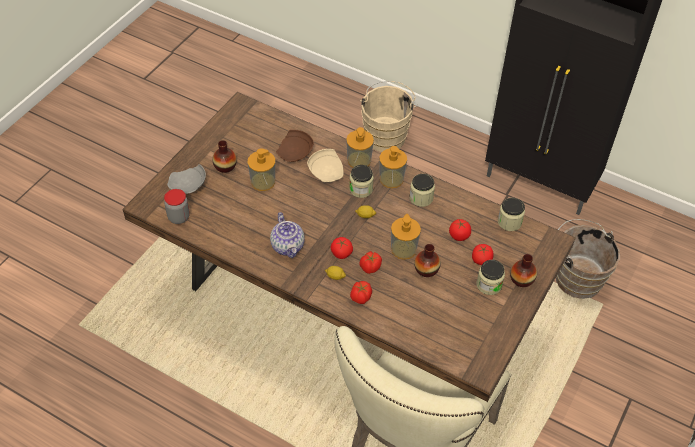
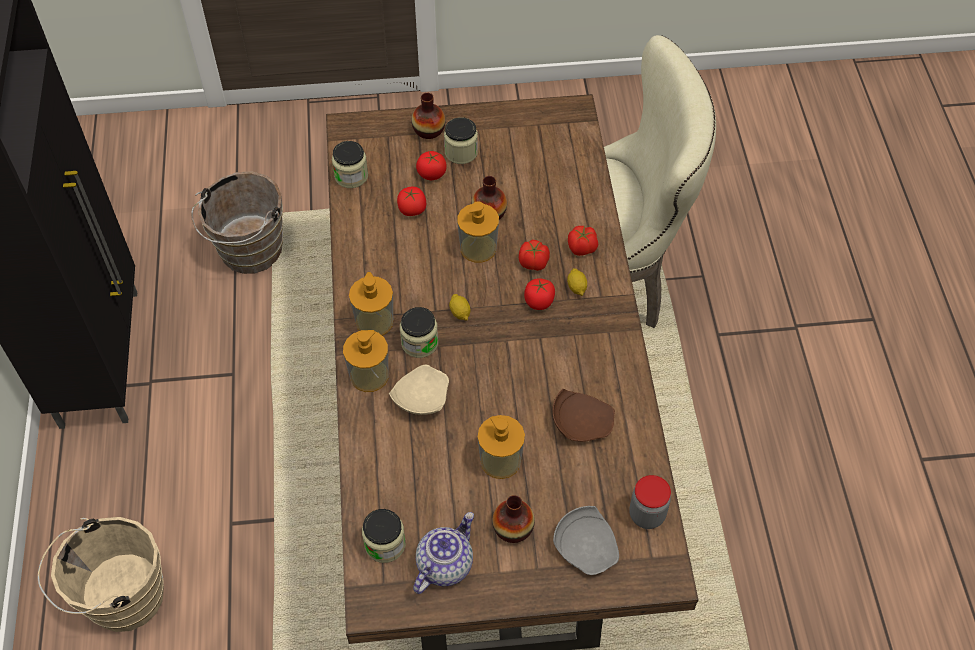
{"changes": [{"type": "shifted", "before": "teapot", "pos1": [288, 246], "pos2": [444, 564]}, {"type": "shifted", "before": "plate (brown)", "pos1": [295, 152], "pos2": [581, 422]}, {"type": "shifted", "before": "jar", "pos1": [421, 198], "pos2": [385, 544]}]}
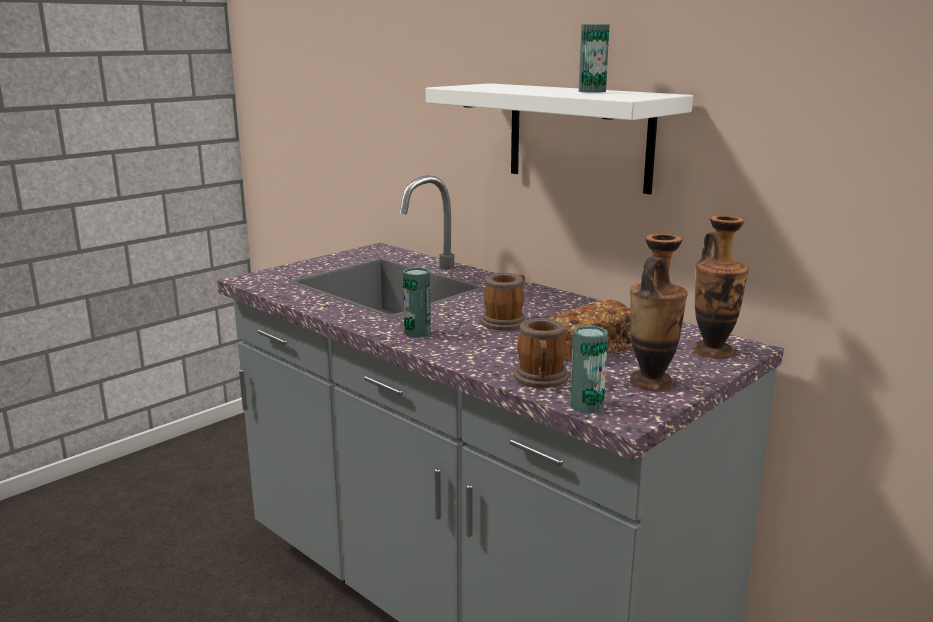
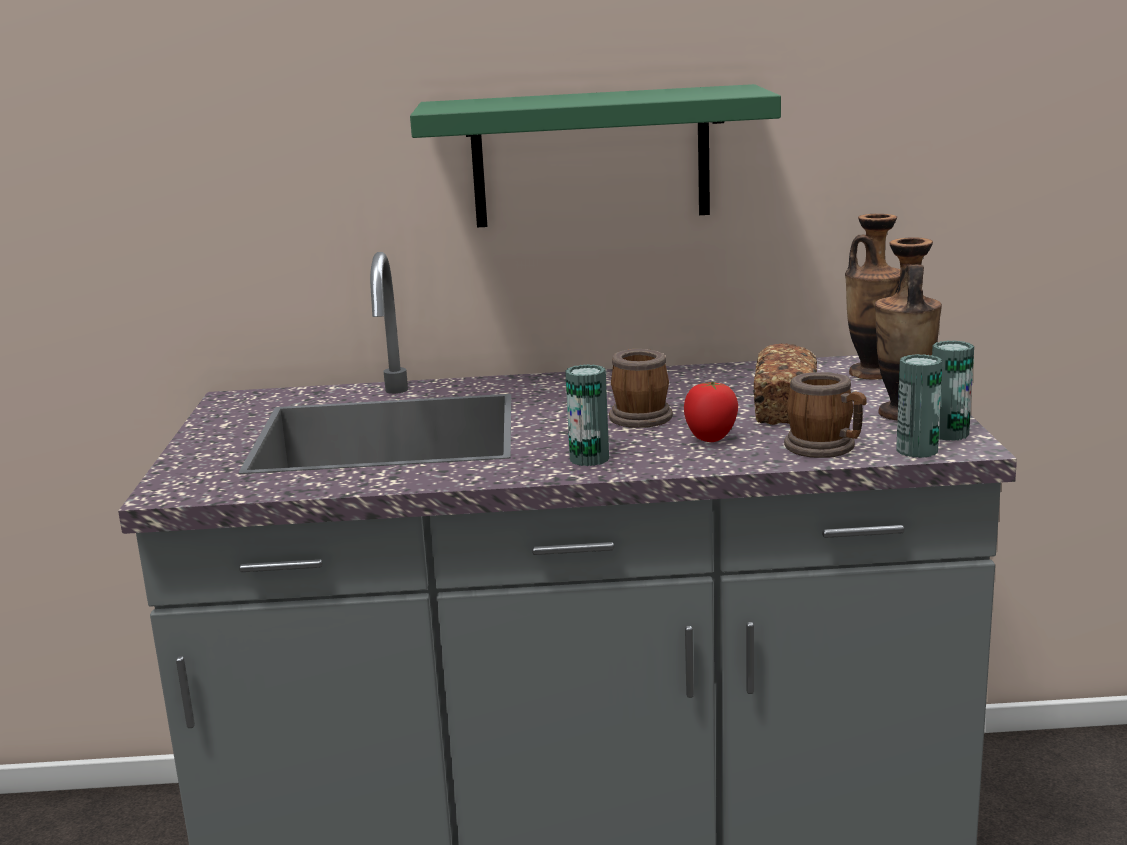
{"changes": [{"type": "new", "after": "tomato", "pos2": [710, 439]}, {"type": "shifted", "before": "can", "pos1": [592, 91], "pos2": [948, 434]}, {"type": "repainted", "before": "shelf (white)", "after": "shelf (green)", "pos1": [579, 136], "pos2": [590, 157]}]}
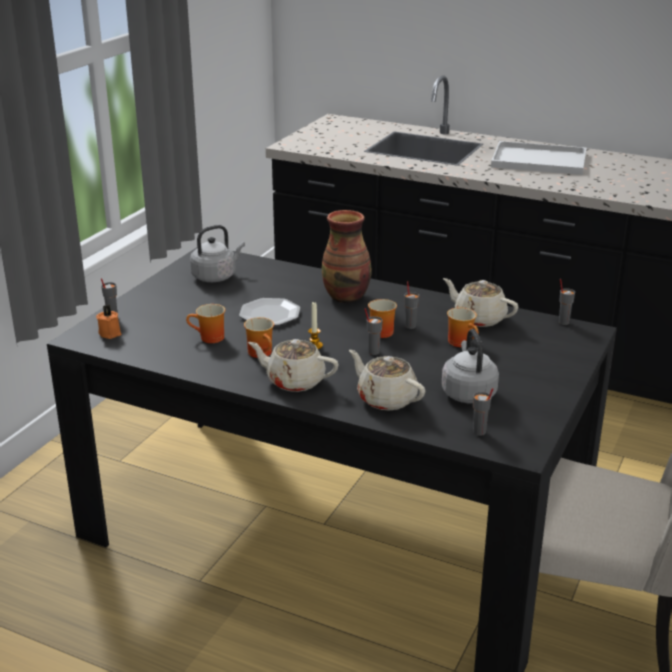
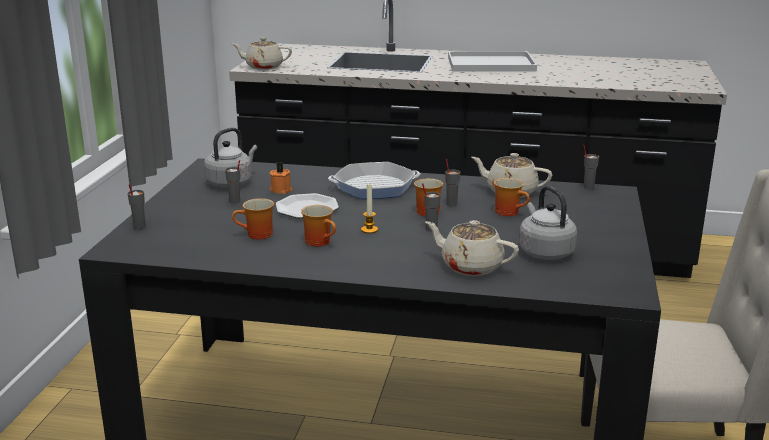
{"changes": [{"type": "shifted", "before": "candle (orange)", "pos1": [110, 333], "pos2": [281, 190]}, {"type": "shifted", "before": "teapot (beige)", "pos1": [294, 381], "pos2": [263, 67]}, {"type": "shifted", "before": "cup (grey)", "pos1": [479, 432], "pos2": [235, 201]}, {"type": "swapped", "before": "vase", "after": "frying pan", "pos1": [347, 297], "pos2": [374, 187]}]}
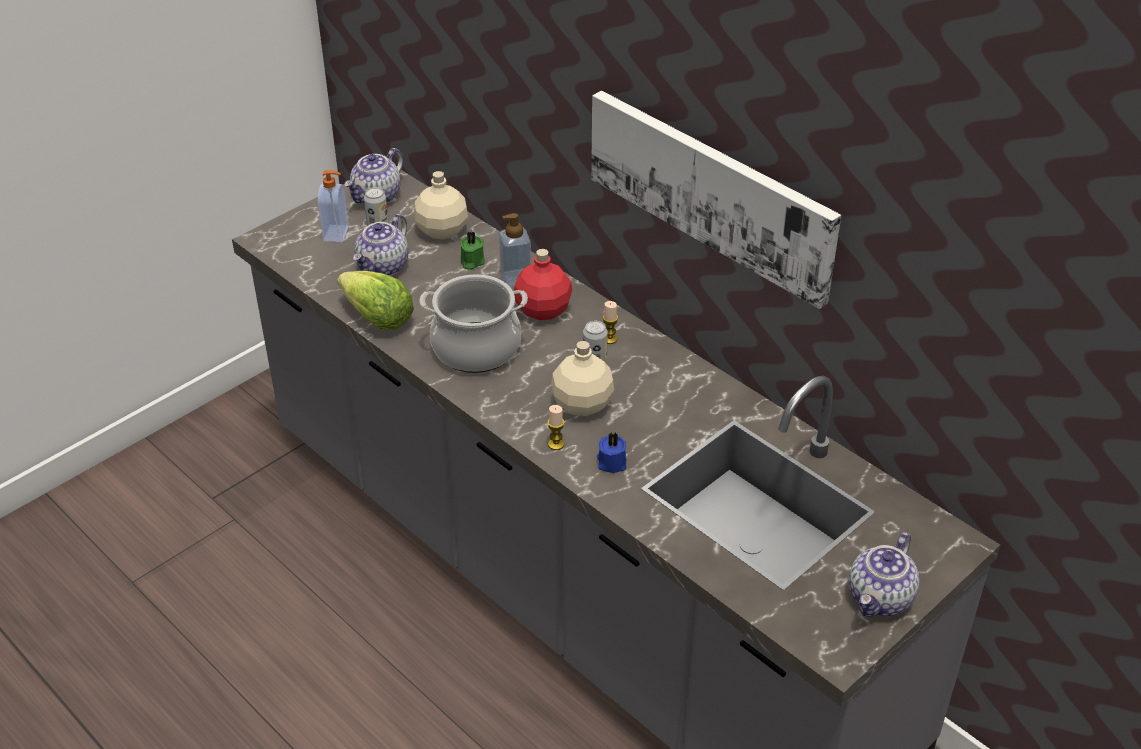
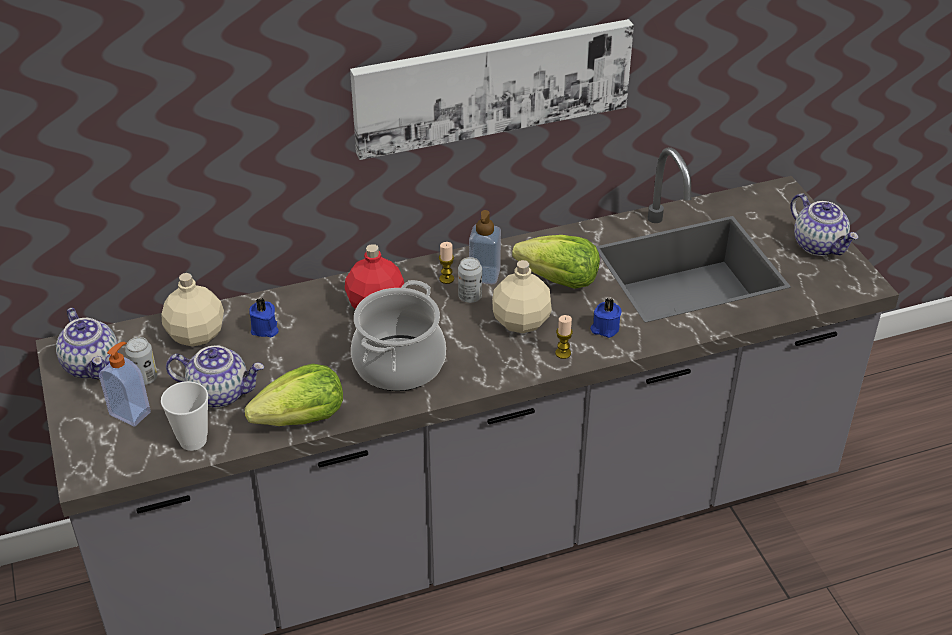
{"changes": [{"type": "new", "after": "cup", "pos2": [193, 440]}, {"type": "new", "after": "lettuce", "pos2": [559, 280]}, {"type": "shifted", "before": "soap dispenser", "pos1": [515, 278], "pos2": [484, 275]}, {"type": "repainted", "before": "candle (green)", "after": "candle (blue)", "pos1": [471, 261], "pos2": [265, 329]}, {"type": "rotated", "before": "teapot", "pos1": [383, 267], "pos2": [220, 393], "turn": -45}]}
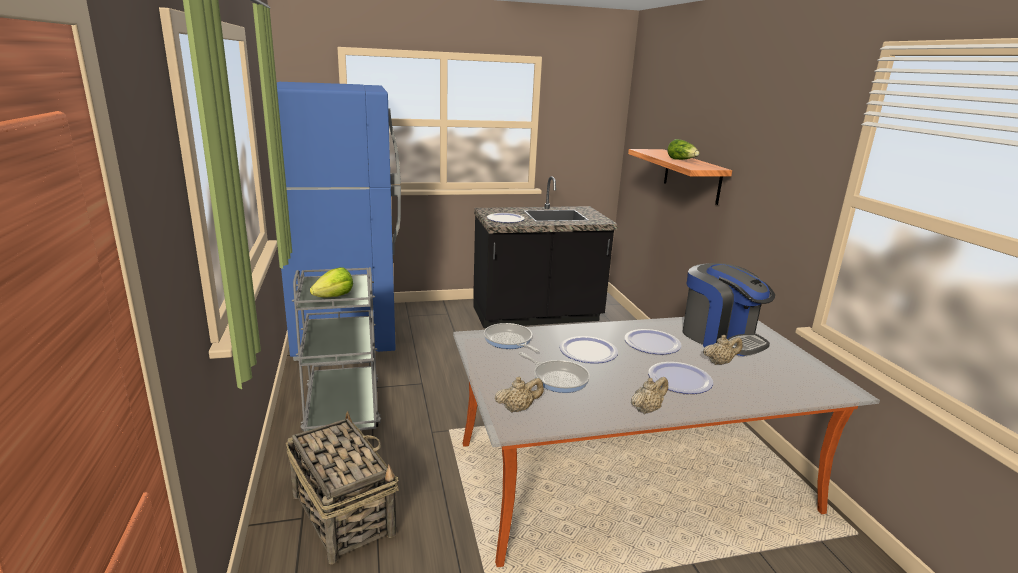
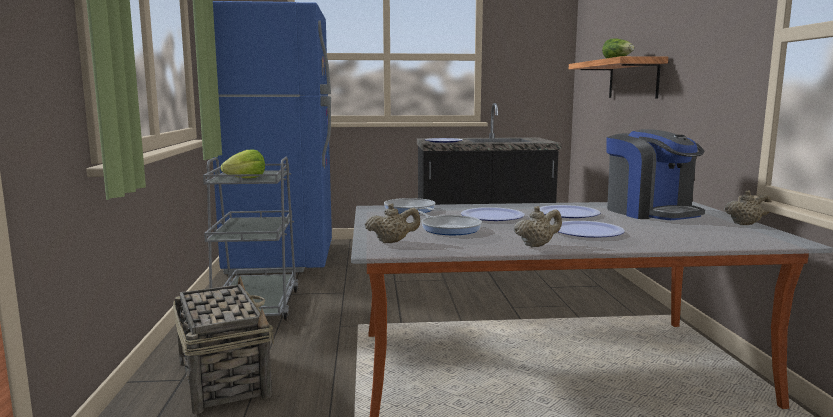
{"changes": [{"type": "shifted", "before": "teapot (beige)", "pos1": [719, 362], "pos2": [745, 224]}]}
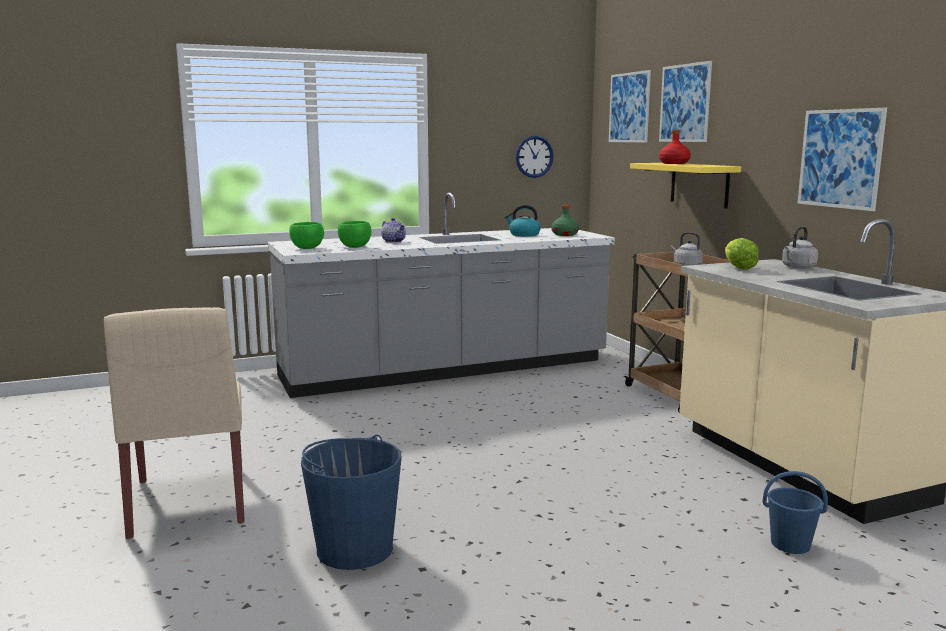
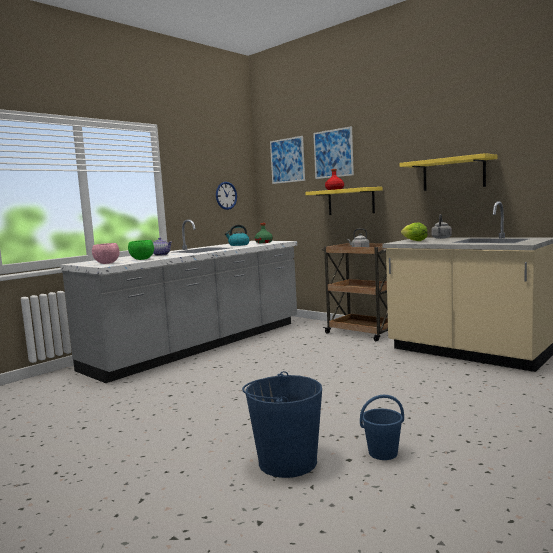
{"changes": [{"type": "gone", "before": "chair (beige)", "pos1": [189, 502]}, {"type": "shifted", "before": "bucket (blue)", "pos1": [789, 544], "pos2": [382, 453]}, {"type": "swapped", "before": "picture", "after": "shelf (yellow)", "pos1": [840, 158], "pos2": [453, 174]}, {"type": "repainted", "before": "bowl (green)", "after": "bowl (pink)", "pos1": [307, 248], "pos2": [107, 263]}]}
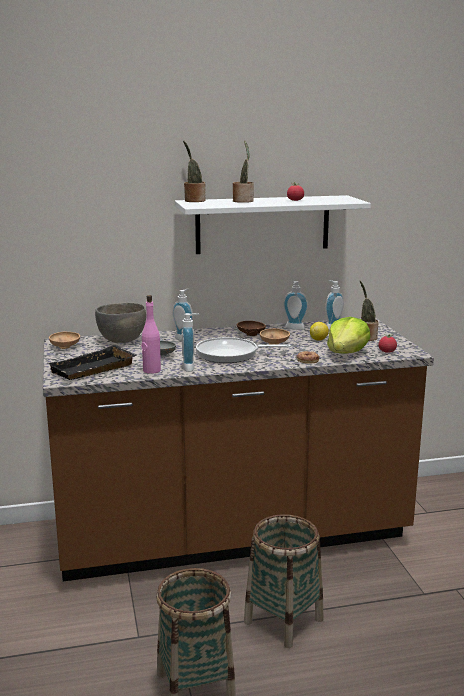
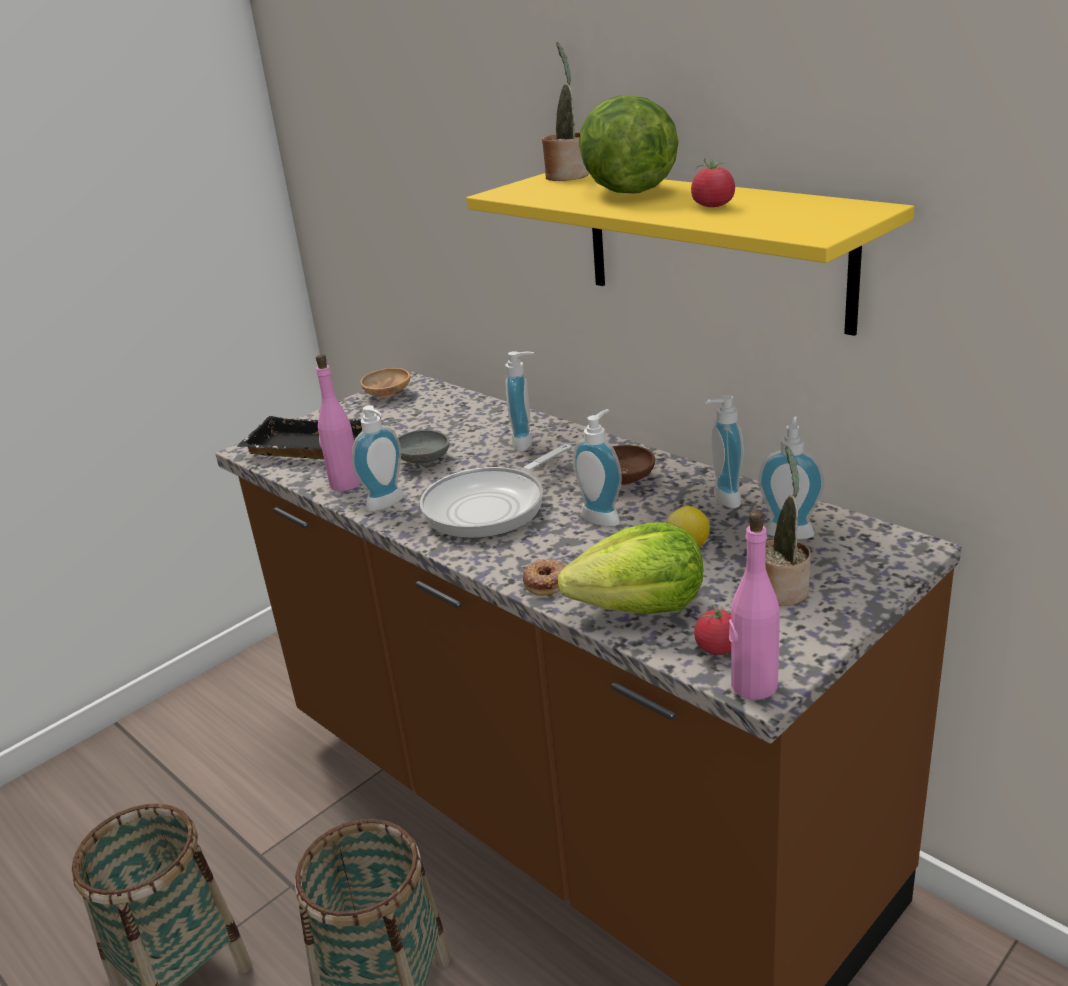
{"changes": [{"type": "gone", "before": "bowl (grey)", "pos1": [122, 340]}, {"type": "new", "after": "bottle (pink)", "pos2": [753, 685]}, {"type": "swapped", "before": "potted plant", "after": "lettuce", "pos1": [243, 201], "pos2": [626, 190]}, {"type": "swapped", "before": "bowl (brown)", "after": "soap dispenser", "pos1": [274, 343], "pos2": [603, 516]}, {"type": "repainted", "before": "shelf (white)", "after": "shelf (yellow)", "pos1": [262, 224], "pos2": [714, 247]}, {"type": "rotated", "before": "frying pan", "pos1": [231, 354], "pos2": [491, 507], "turn": -105}]}
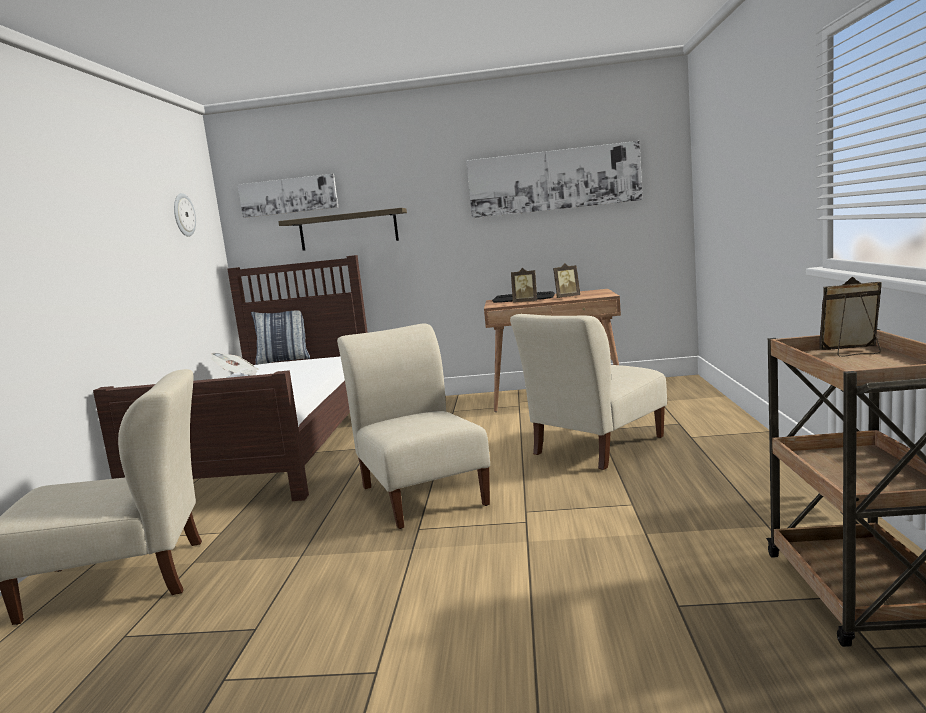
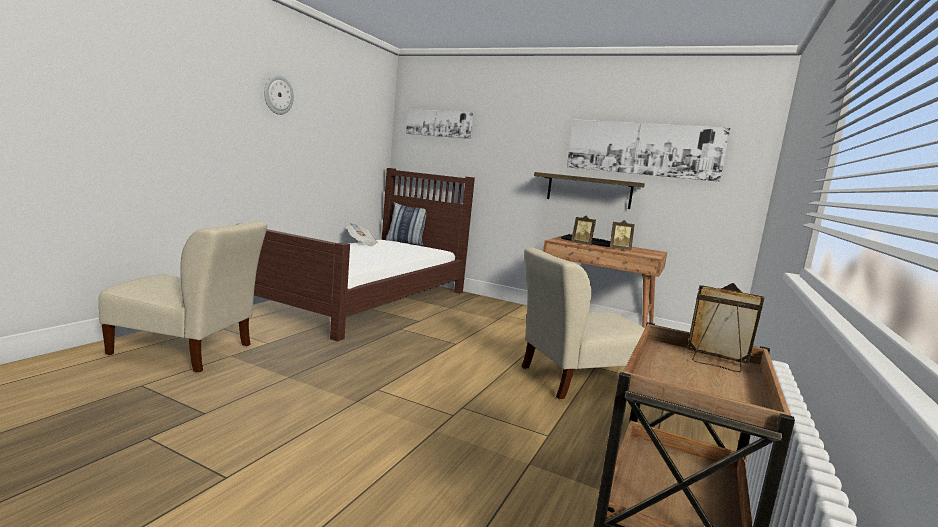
{"changes": [{"type": "gone", "before": "chair (beige)", "pos1": [422, 493]}, {"type": "shifted", "before": "wall clock", "pos1": [183, 215], "pos2": [278, 95]}, {"type": "shifted", "before": "shelf", "pos1": [348, 230], "pos2": [589, 190]}]}
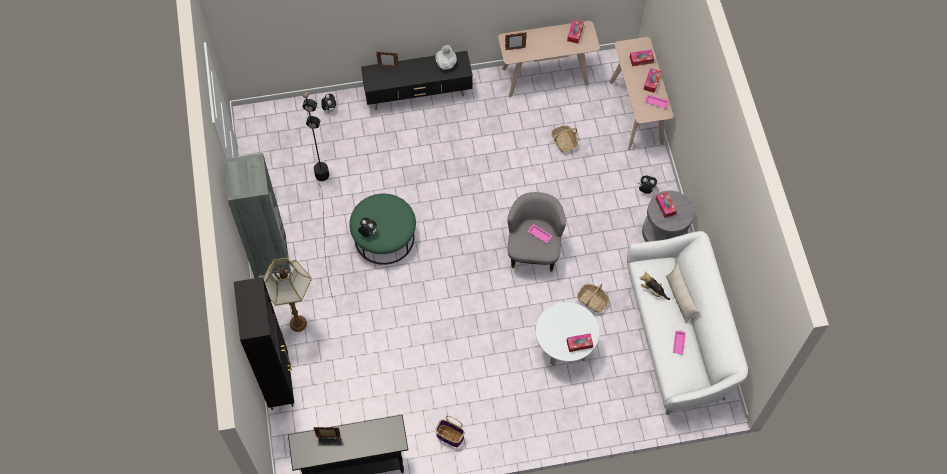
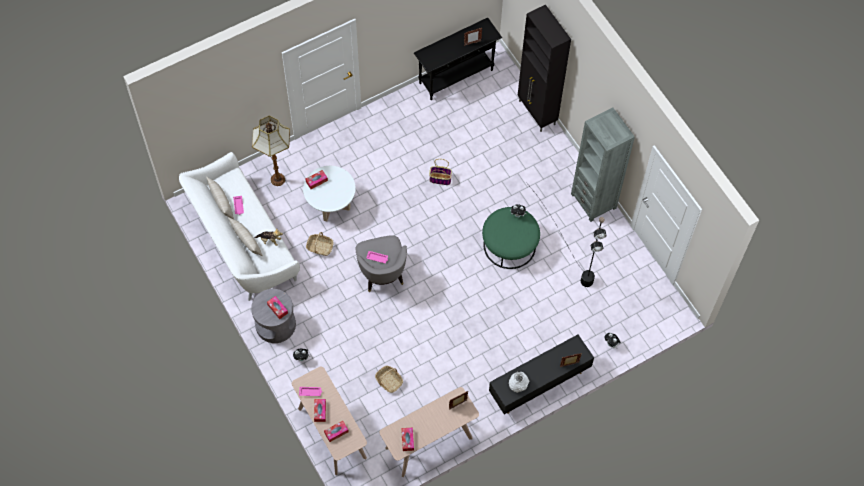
{"changes": [{"type": "new", "after": "pillow (beige)", "pos2": [221, 203]}, {"type": "shifted", "before": "floor lamp", "pos1": [298, 323], "pos2": [278, 180]}, {"type": "shifted", "before": "basket", "pos1": [449, 436], "pos2": [440, 179]}]}
